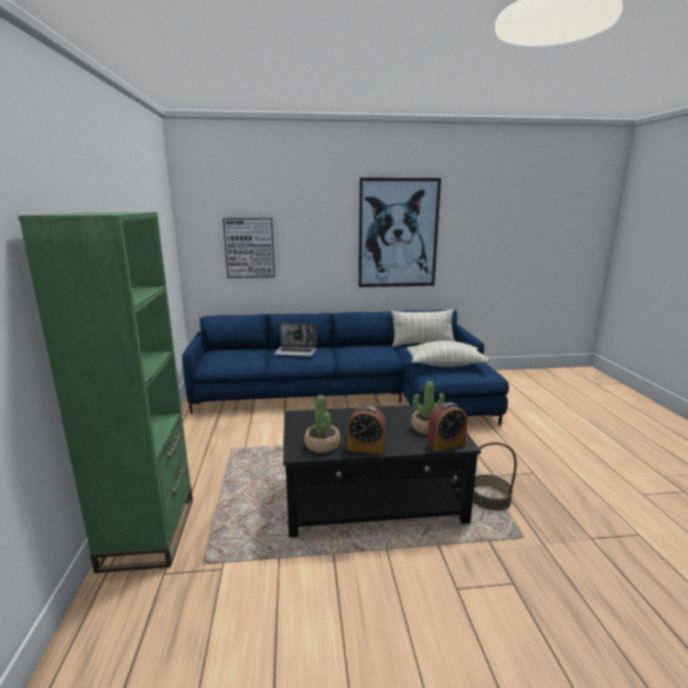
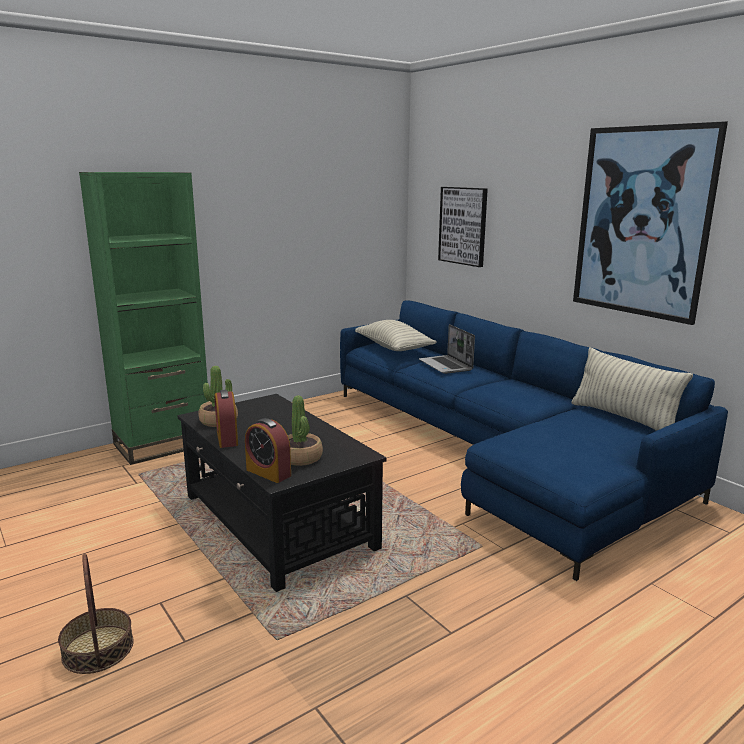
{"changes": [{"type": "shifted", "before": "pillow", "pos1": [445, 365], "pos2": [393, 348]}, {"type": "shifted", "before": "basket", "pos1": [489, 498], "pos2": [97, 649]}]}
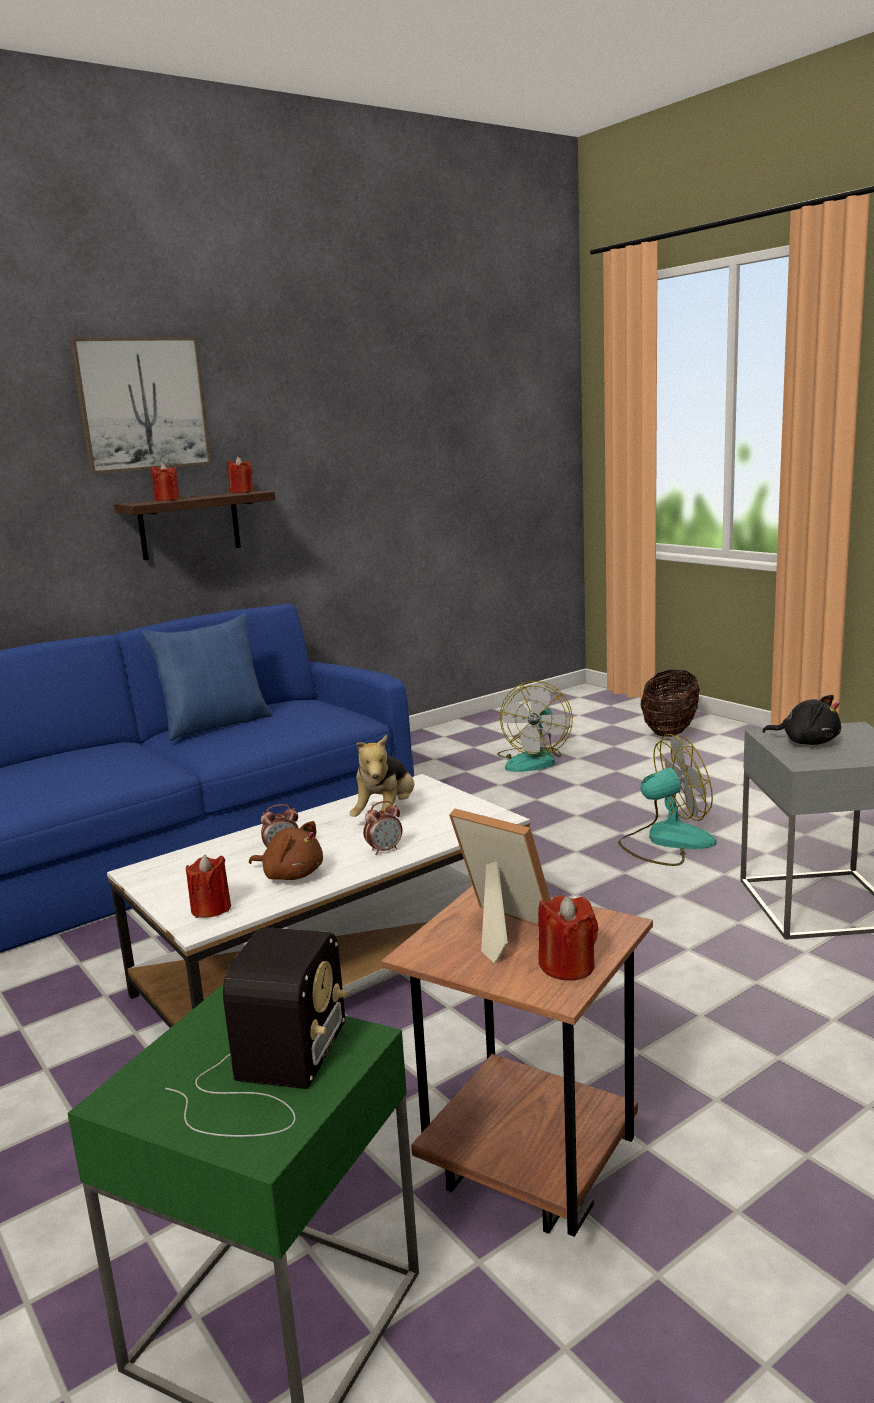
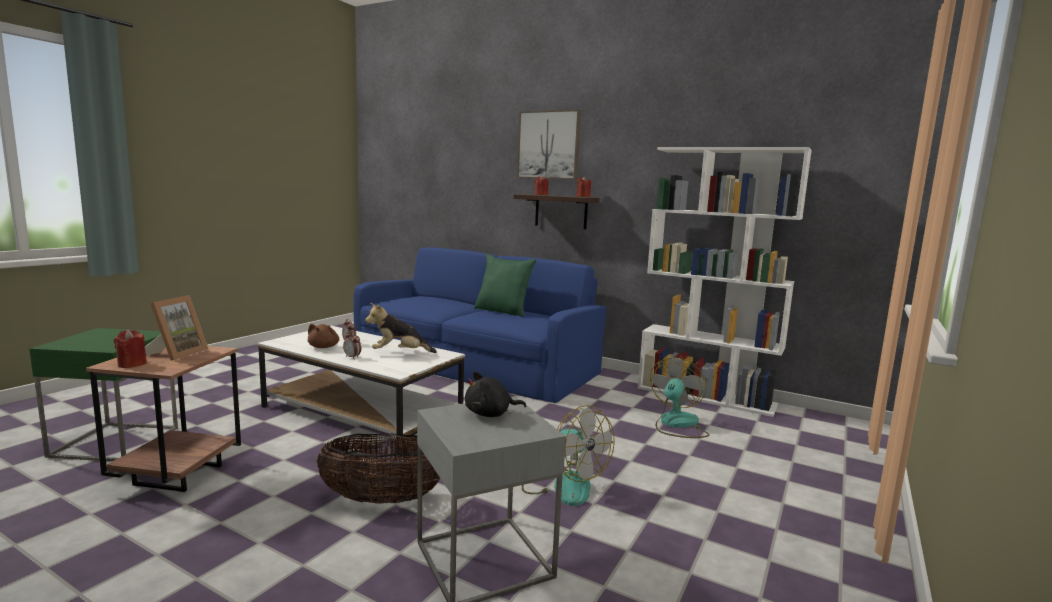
{"changes": [{"type": "gone", "before": "radio", "pos1": [266, 1075]}, {"type": "gone", "before": "candle (red)", "pos1": [211, 909]}, {"type": "new", "after": "bookcase (white)", "pos2": [706, 396]}, {"type": "shifted", "before": "basket", "pos1": [670, 732], "pos2": [382, 499]}, {"type": "repainted", "before": "pillow (blue)", "after": "pillow (green)", "pos1": [215, 724], "pos2": [503, 311]}, {"type": "rotated", "before": "fan", "pos1": [534, 760], "pos2": [677, 425], "turn": 120}, {"type": "rotated", "before": "plush toy (black)", "pos1": [807, 742], "pos2": [490, 414], "turn": 60}]}
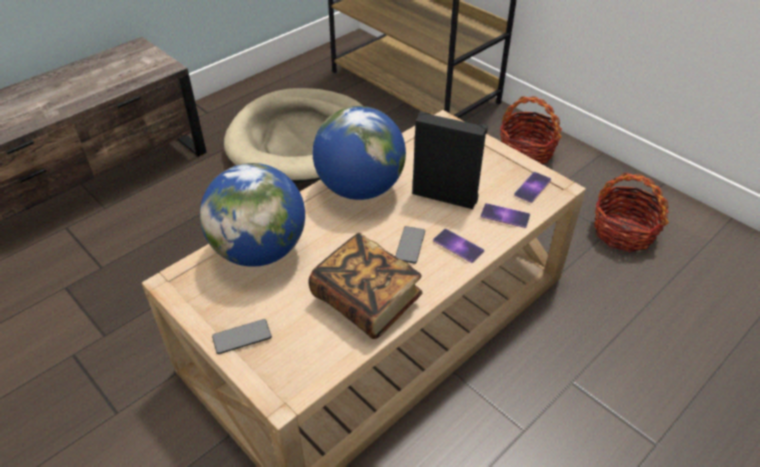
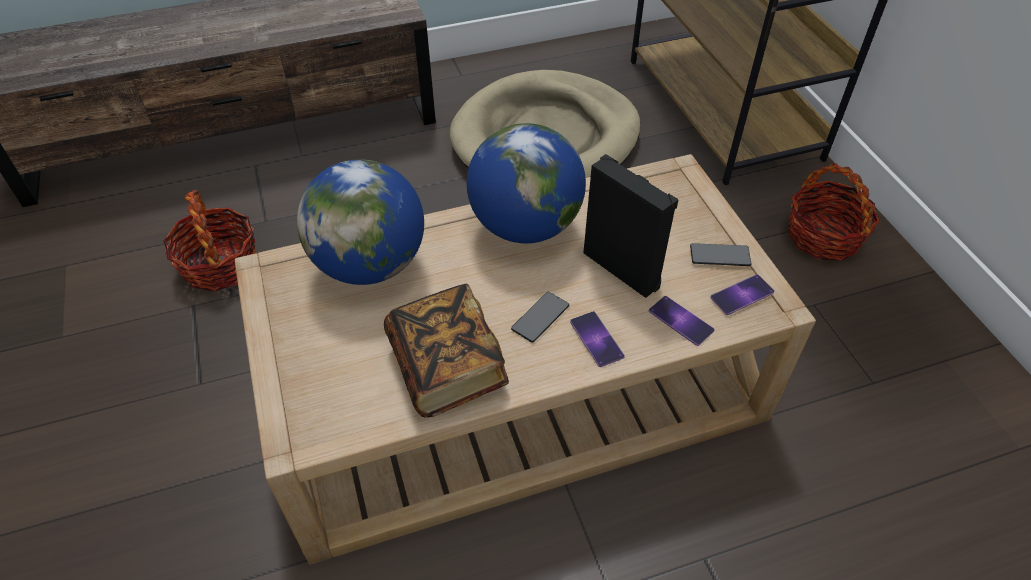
{"changes": [{"type": "shifted", "before": "phone", "pos1": [242, 337], "pos2": [720, 256]}, {"type": "shifted", "before": "basket", "pos1": [623, 232], "pos2": [220, 265]}]}
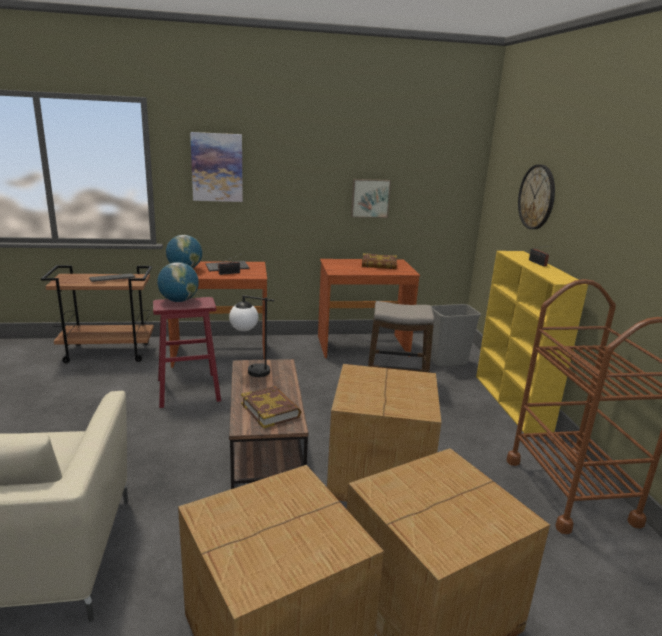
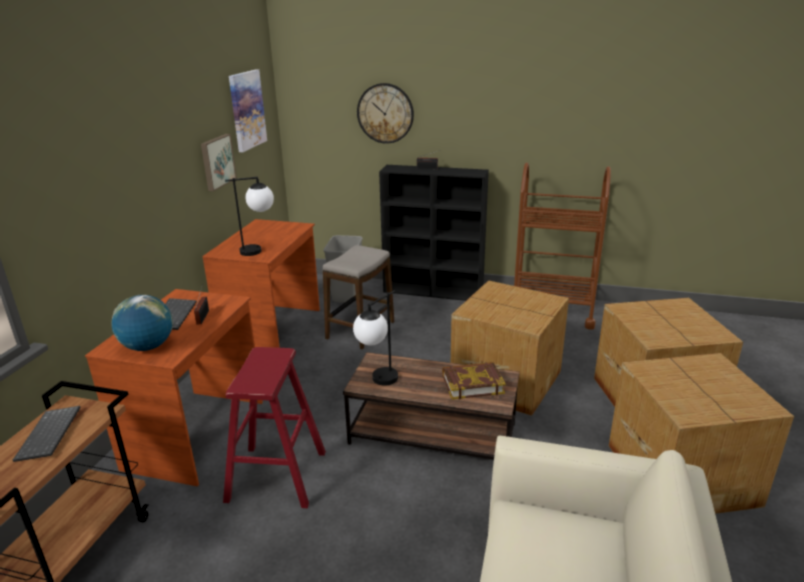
{"changes": [{"type": "gone", "before": "globe", "pos1": [179, 301]}, {"type": "gone", "before": "book", "pos1": [379, 265]}, {"type": "new", "after": "table lamp", "pos2": [259, 250]}, {"type": "shifted", "before": "picture", "pos1": [217, 167], "pos2": [247, 110]}, {"type": "repainted", "before": "bookcase (yellow)", "after": "bookcase (black)", "pos1": [512, 402], "pos2": [434, 291]}]}
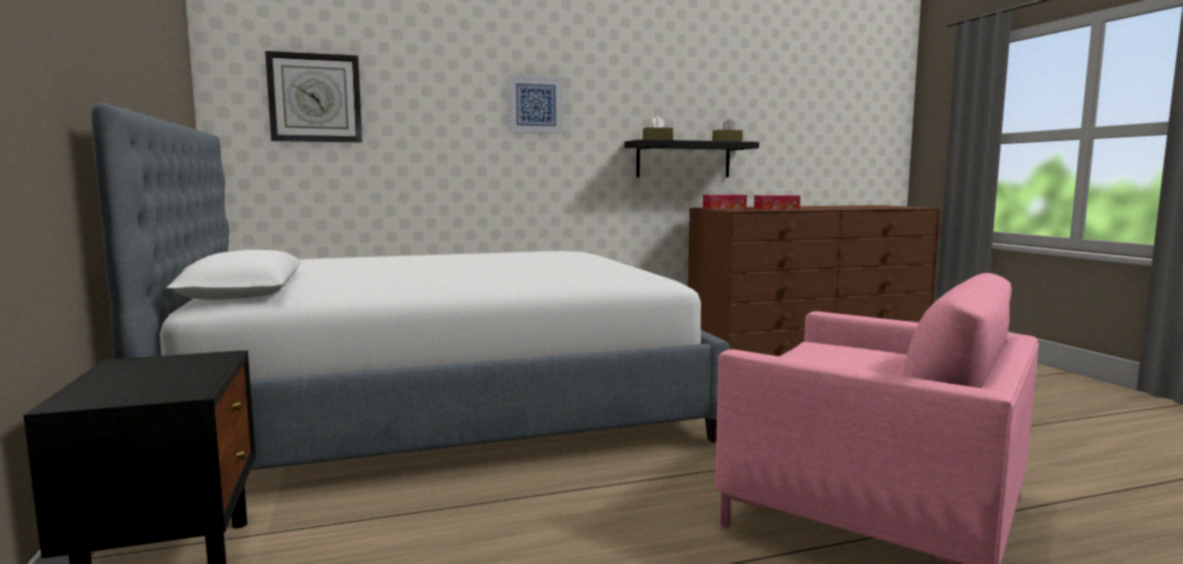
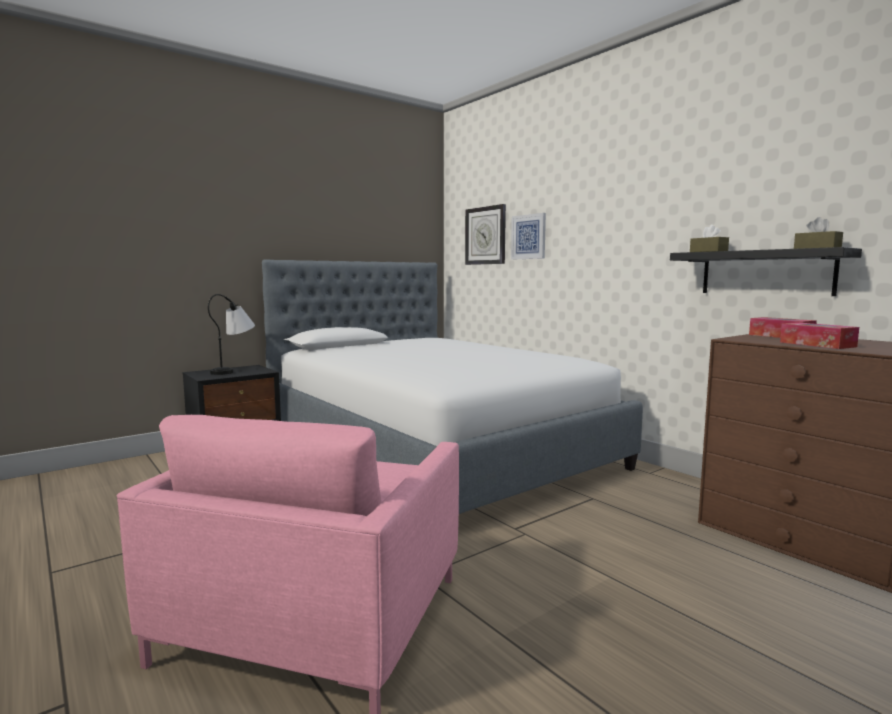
{"changes": [{"type": "new", "after": "table lamp", "pos2": [235, 370]}, {"type": "shifted", "before": "picture", "pos1": [535, 104], "pos2": [528, 237]}]}
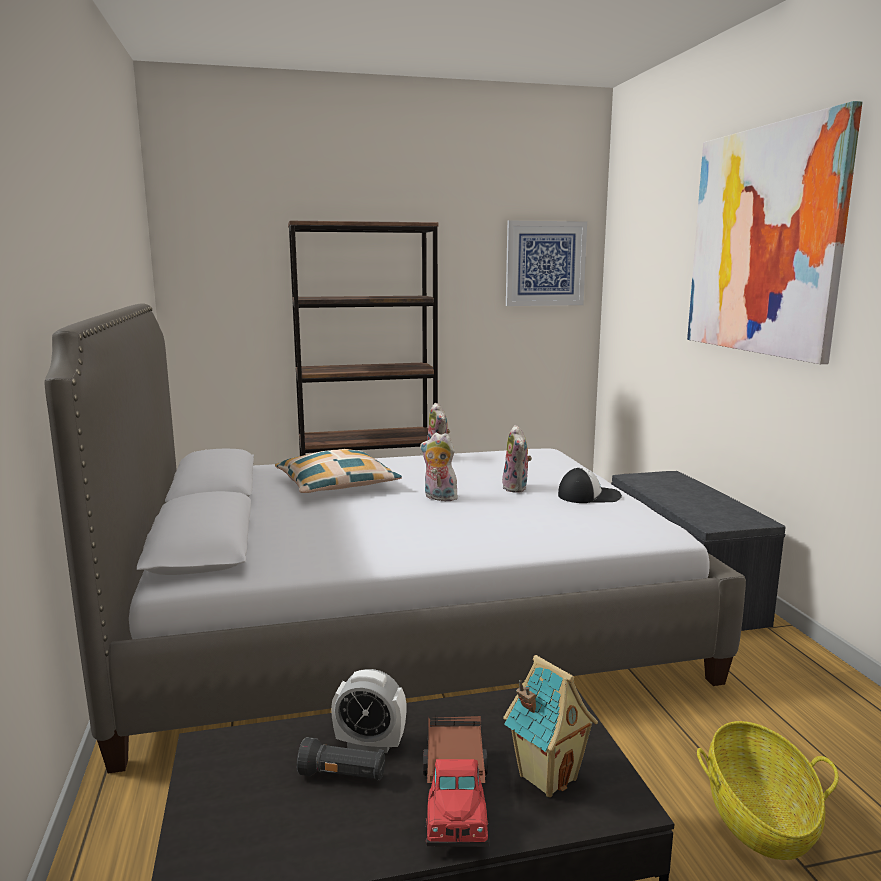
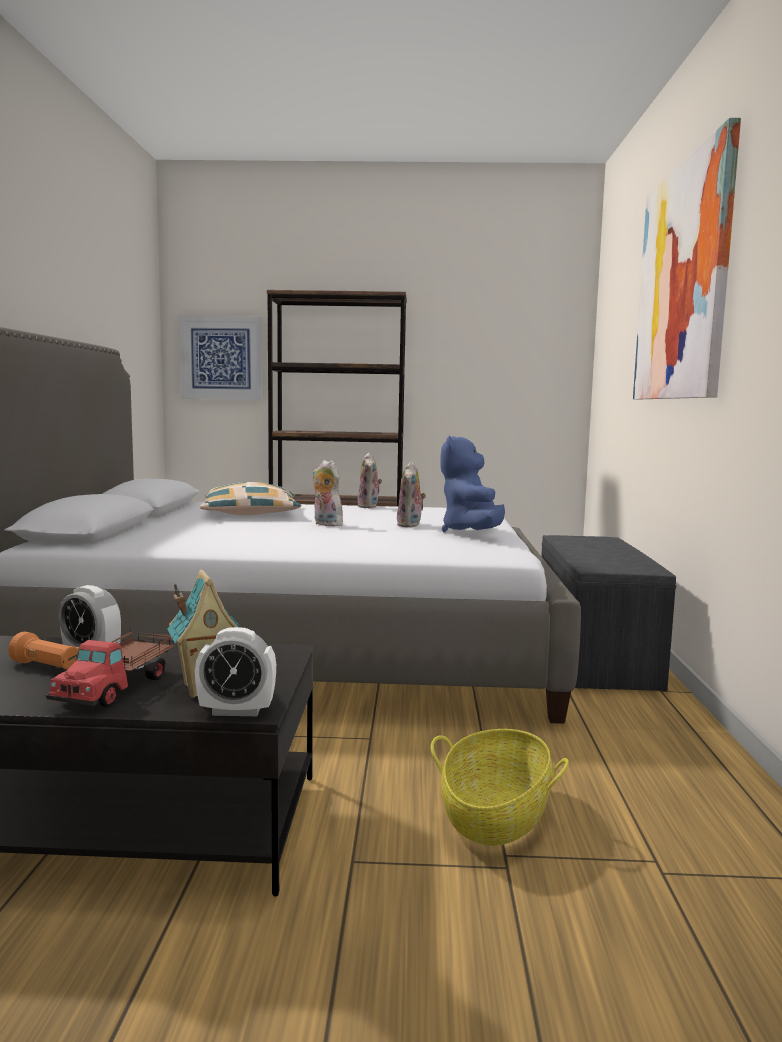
{"changes": [{"type": "new", "after": "alarm clock", "pos2": [236, 711]}, {"type": "shifted", "before": "picture", "pos1": [545, 263], "pos2": [221, 358]}, {"type": "swapped", "before": "cap", "after": "plush toy (blue)", "pos1": [589, 496], "pos2": [472, 533]}, {"type": "repainted", "before": "flashlight (black)", "after": "flashlight (orange)", "pos1": [343, 776], "pos2": [46, 667]}]}
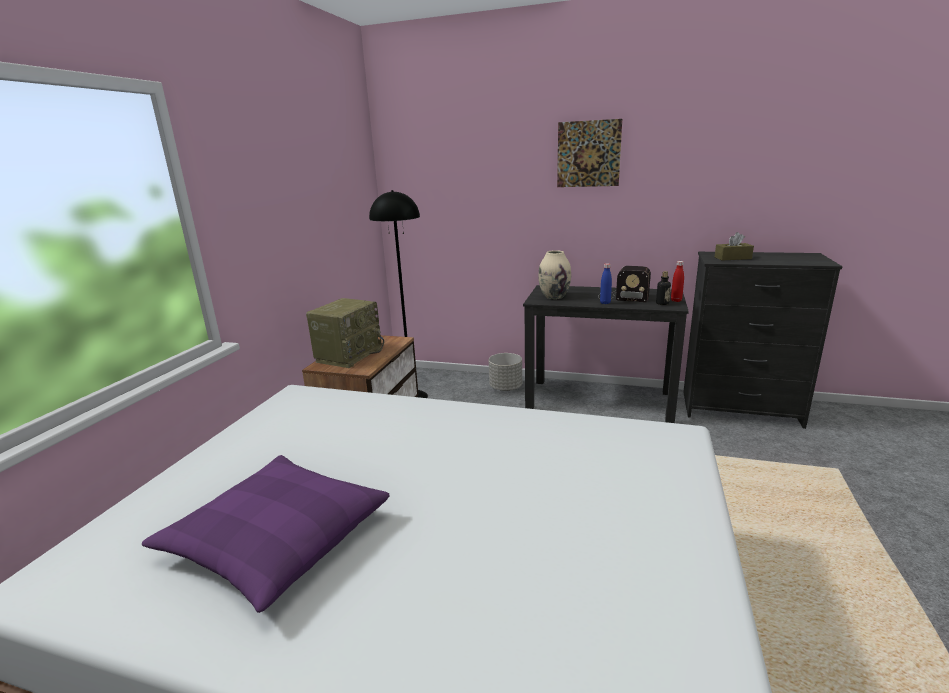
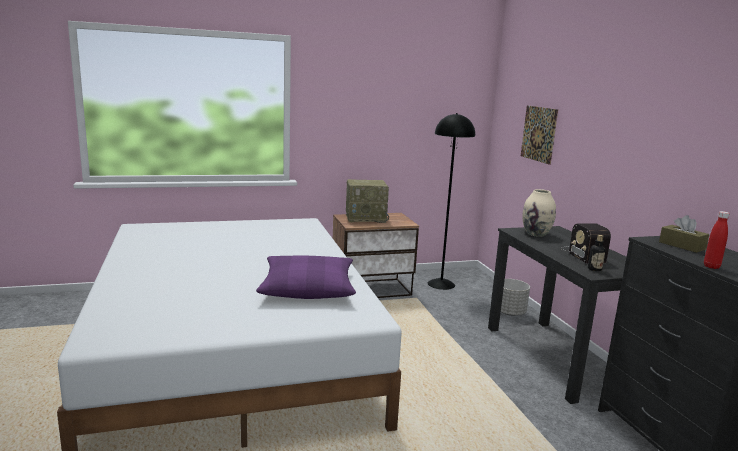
{"changes": [{"type": "gone", "before": "bottle (blue)", "pos1": [605, 303]}, {"type": "shifted", "before": "pillow (purple)", "pos1": [277, 539], "pos2": [308, 287]}, {"type": "shifted", "before": "picture", "pos1": [588, 154], "pos2": [538, 134]}, {"type": "shifted", "before": "bottle (red)", "pos1": [676, 300], "pos2": [711, 266]}]}
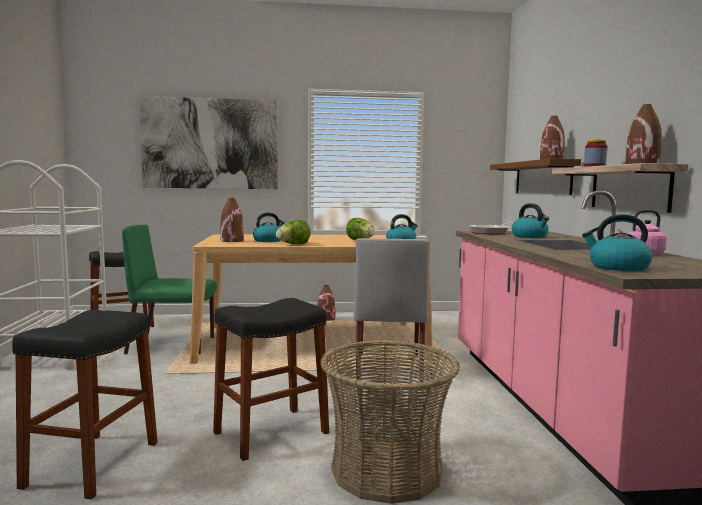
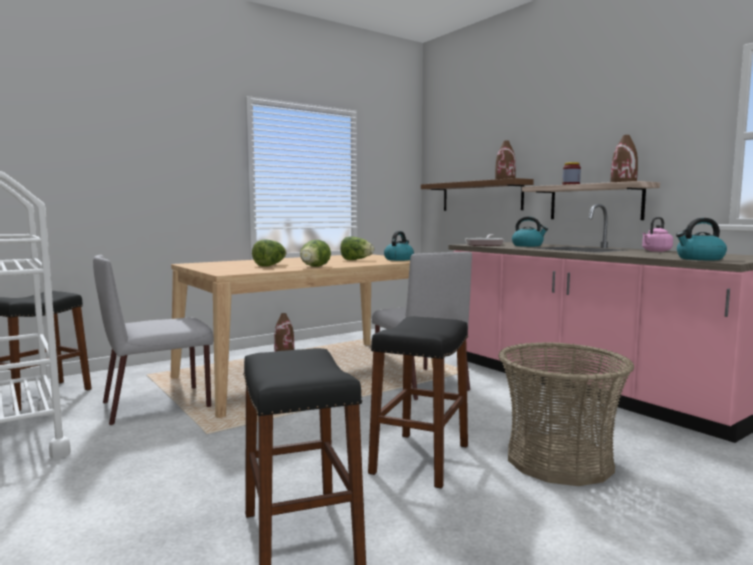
{"changes": [{"type": "gone", "before": "picture", "pos1": [210, 144]}, {"type": "gone", "before": "vase (brown)", "pos1": [232, 241]}, {"type": "swapped", "before": "kettle", "after": "lettuce", "pos1": [268, 241], "pos2": [270, 265]}, {"type": "repainted", "before": "chair (green)", "after": "chair (grey)", "pos1": [173, 346], "pos2": [159, 404]}]}
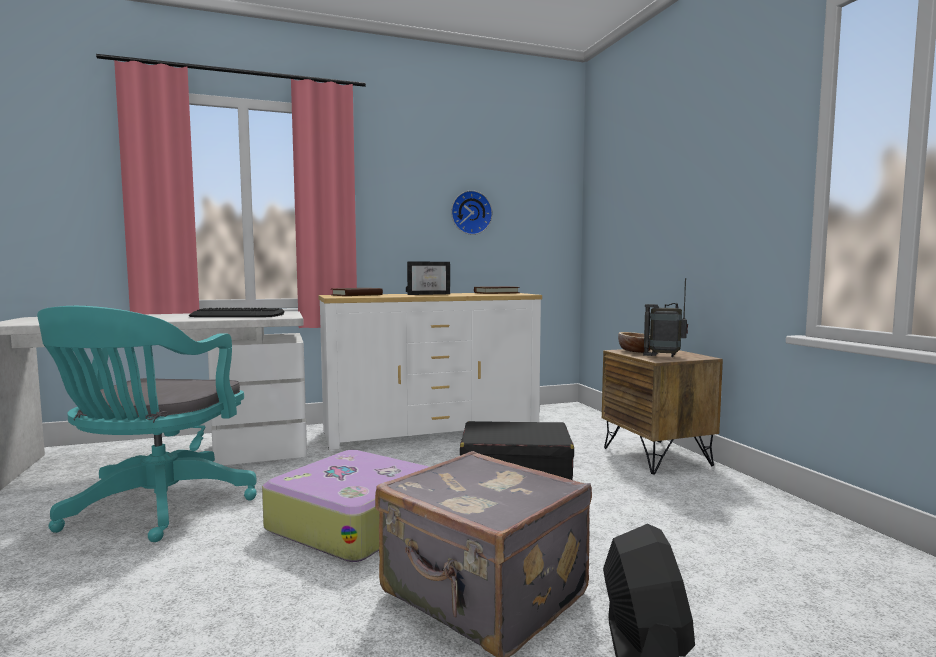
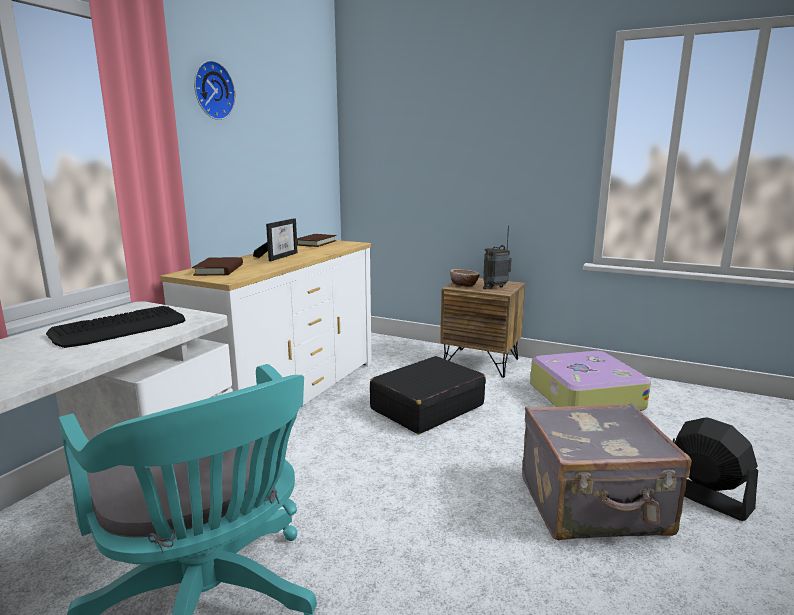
{"changes": [{"type": "shifted", "before": "suitcase", "pos1": [354, 521], "pos2": [583, 397]}, {"type": "shifted", "before": "wall clock", "pos1": [470, 213], "pos2": [212, 90]}]}
